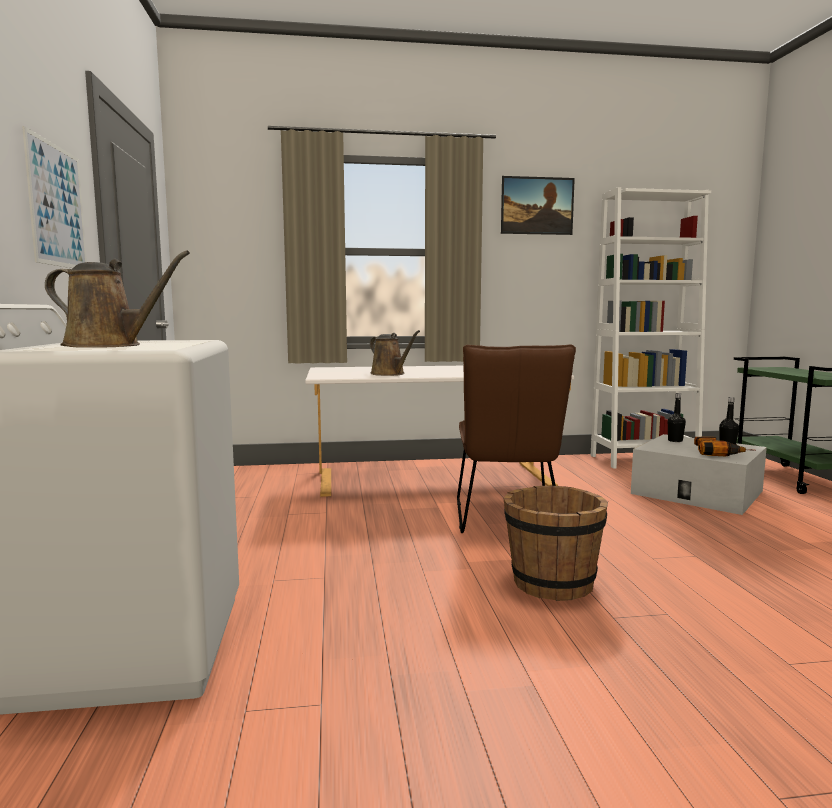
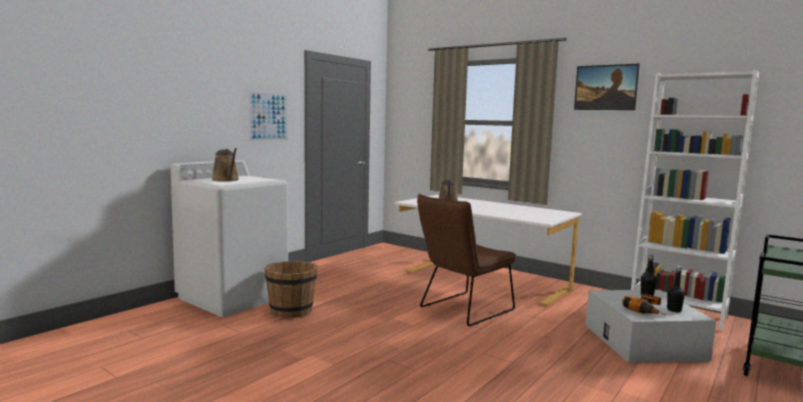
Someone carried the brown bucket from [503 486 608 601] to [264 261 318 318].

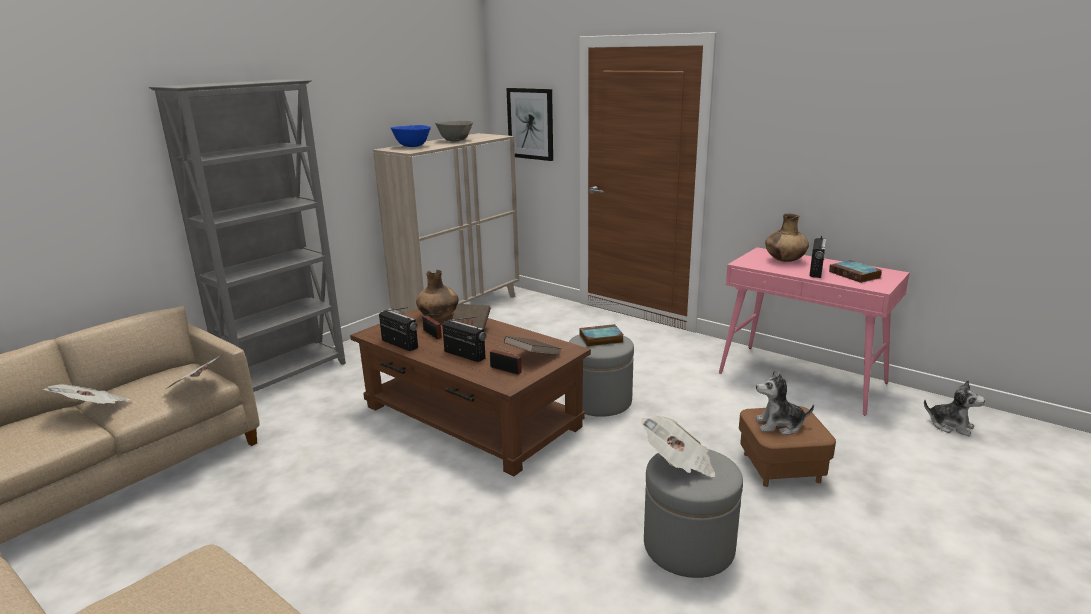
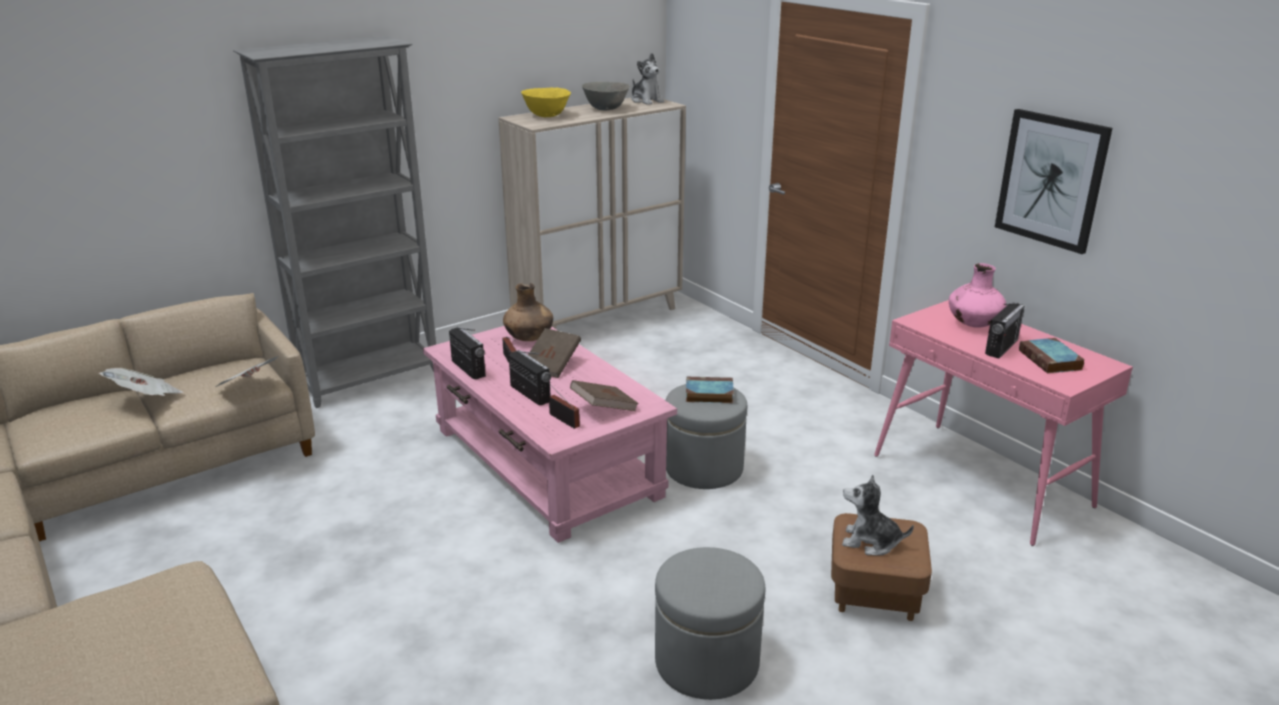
Someone repainted the brown coffee table at [350 309 591 476], which became the pink coffee table at [423 326 677 543]. Someone repainted the blue bowl at [391 125 431 147], which became the yellow bowl at [521 87 571 117]. Someone carried the plush toy from [924 380 985 436] to [631 53 665 105]. Someone repainted the brown vase at [765 214 809 262], which became the pink vase at [949 263 1007 328]. Someone carried the picture from [506 88 553 161] to [995 109 1112 254]. Someone took away the newspaper at [642 416 716 477].

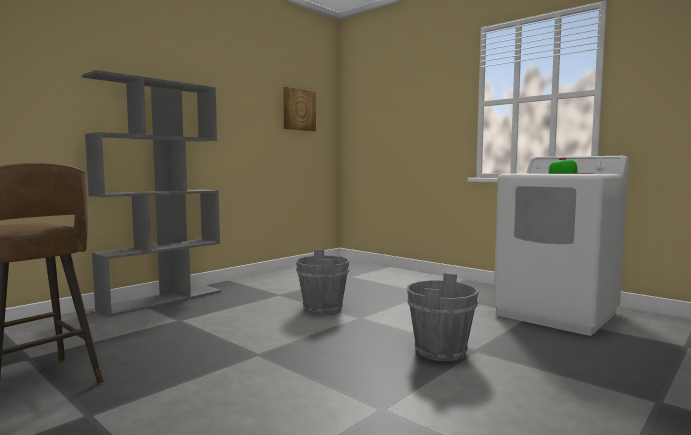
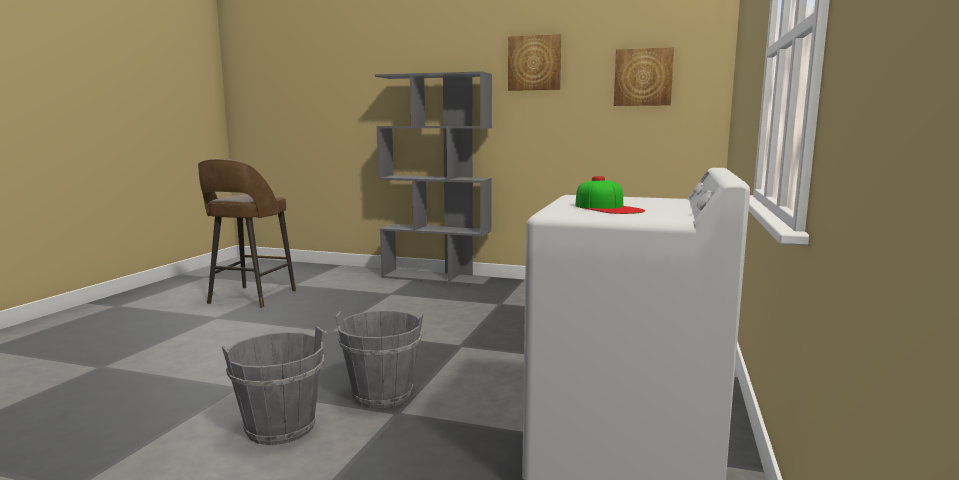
Someone carried the grey bucket from [296 250 350 314] to [222 326 325 445]. Someone put up the picture at [508 34 561 91].

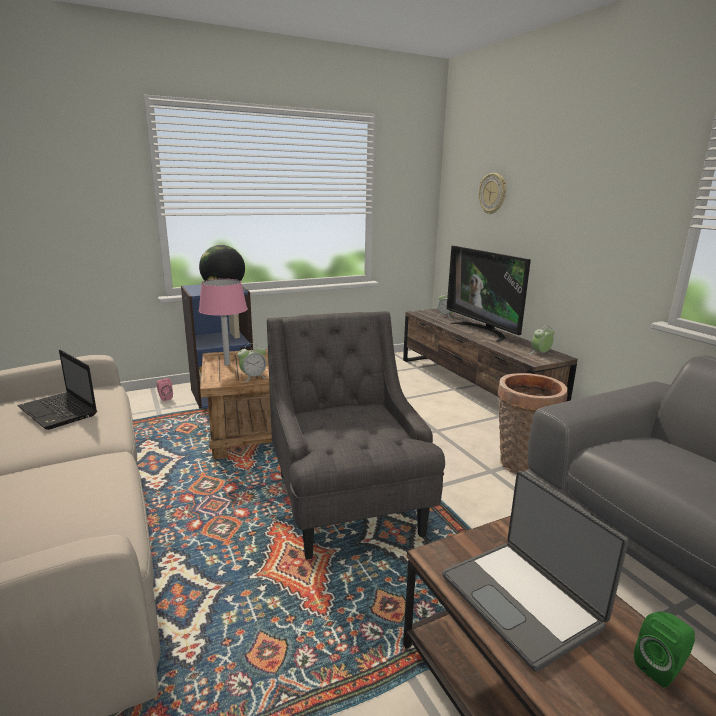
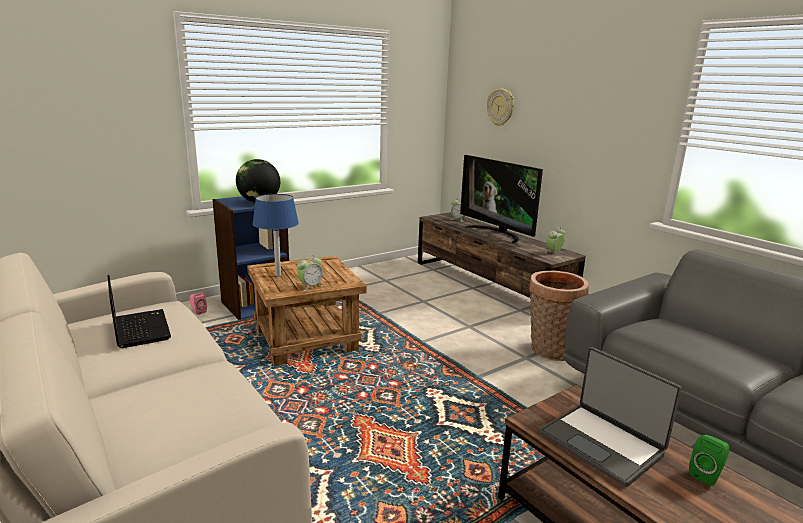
Someone rotated the laptop at [17 349 97 430] by 150 degrees counterclockwise. Someone repainted the pink table lamp at [199 279 248 366], which became the blue table lamp at [252 194 299 277]. Someone took away the grey armchair at [267 311 445 560].

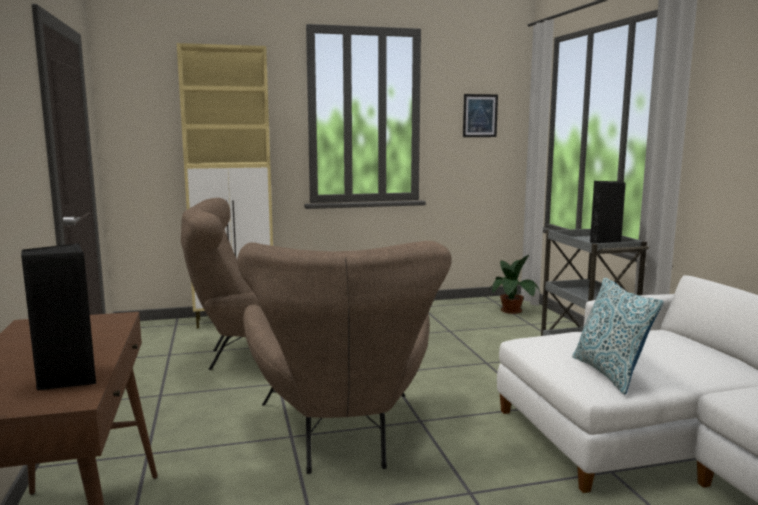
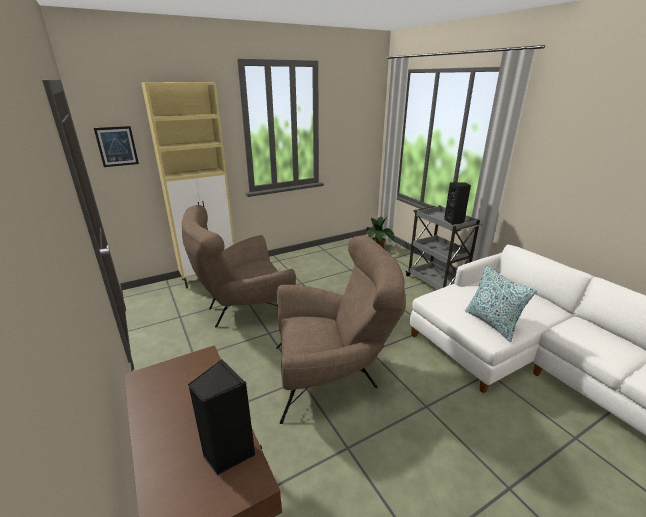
Someone carried the picture from [463 94 498 137] to [94 126 139 167]. Someone rotated the brown armchair at [237 241 452 474] by 75 degrees counterclockwise.

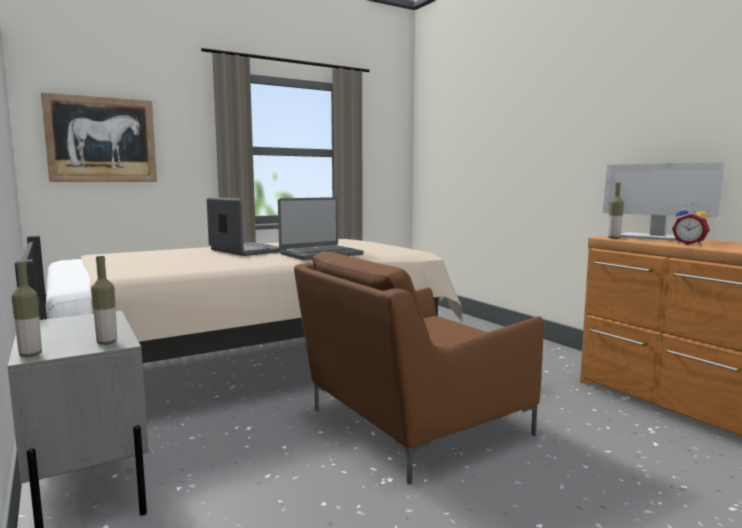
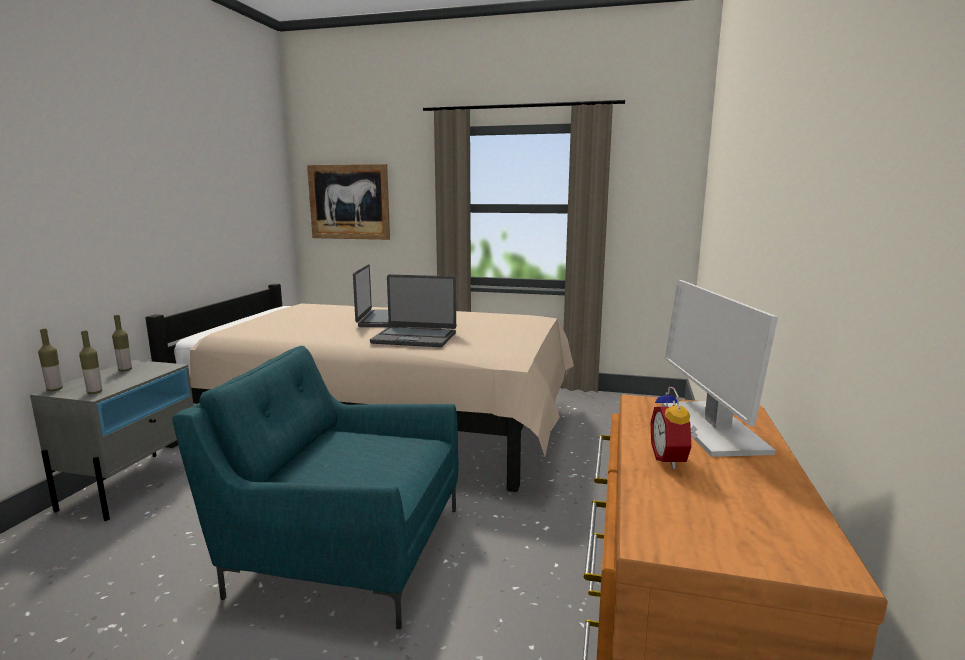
Someone carried the bottle from [608 183 624 239] to [112 315 132 371]. Someone repainted the brown armchair at [294 251 543 484], which became the turquoise armchair at [172 346 458 629].

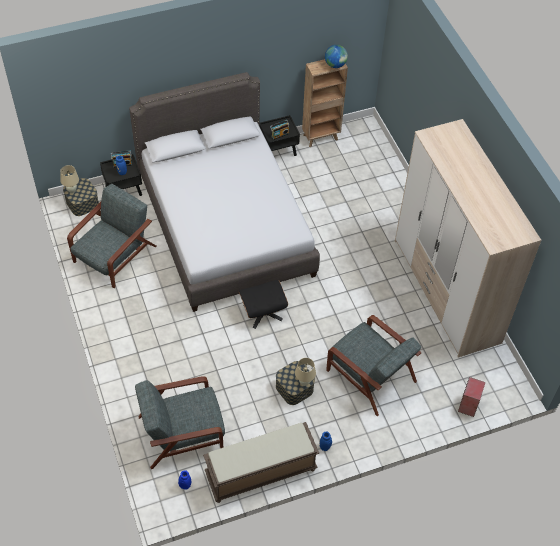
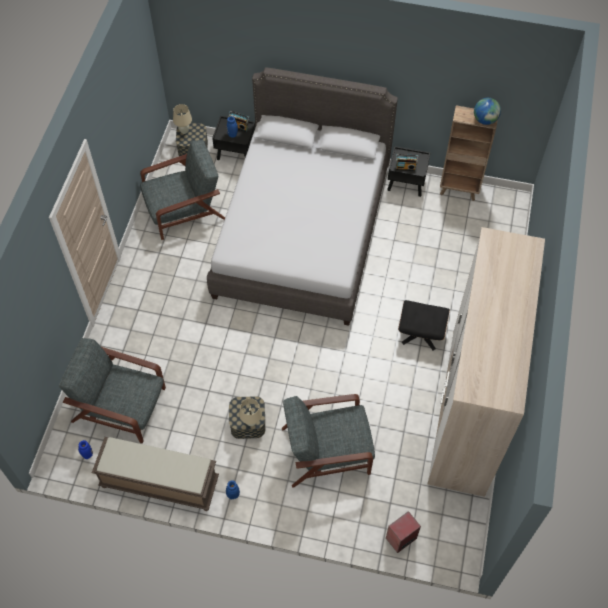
Someone rotated the grey armchair at [326 315 422 416] by 90 degrees clockwise. Someone carried the black ottoman from [239 280 288 329] to [398 300 450 351].

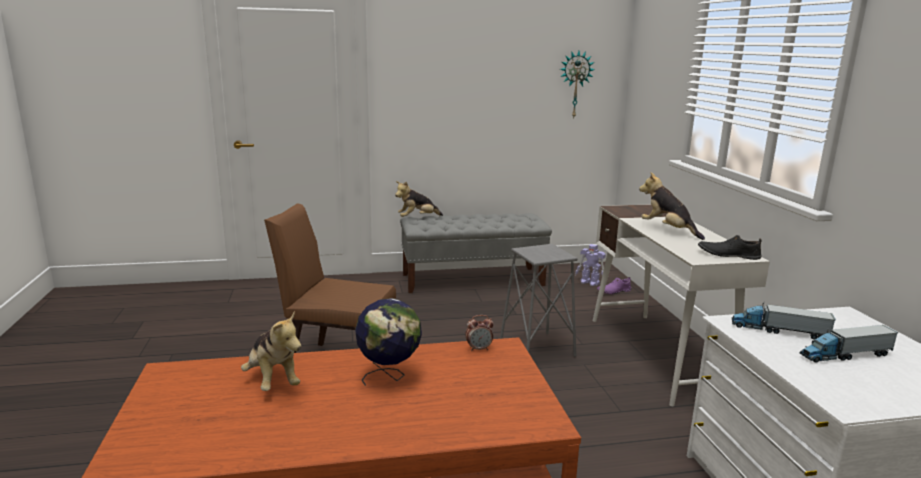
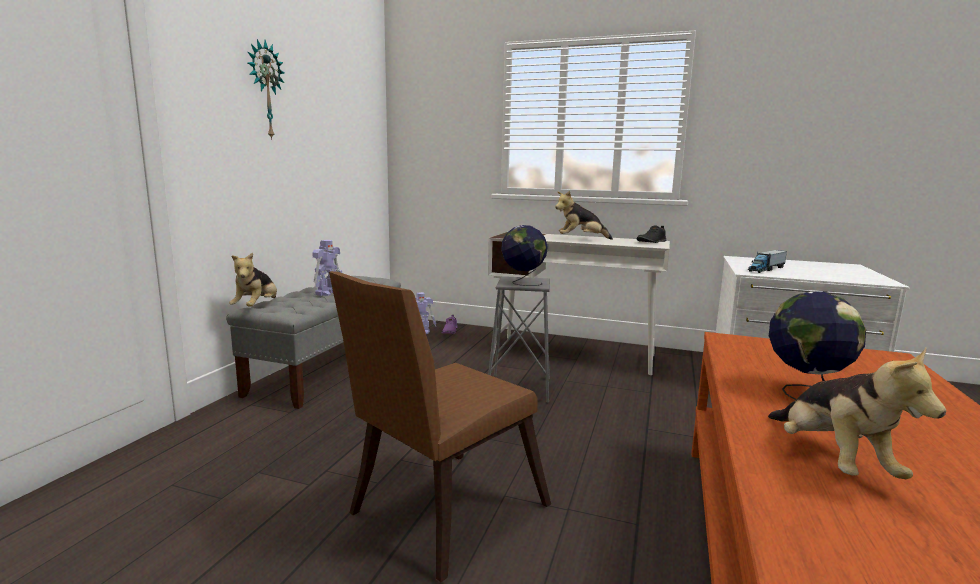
Someone carried the wall clock from [560 51 595 119] to [248 39 284 140]. Someone put down the toy robot at [312 240 342 296]. Someone put down the globe at [501 225 548 286]. Someone rotated the plush toy at [241 311 301 391] by 90 degrees clockwise. Someone took away the alarm clock at [465 315 493 351]. Someone took away the toy truck at [800 325 898 363].

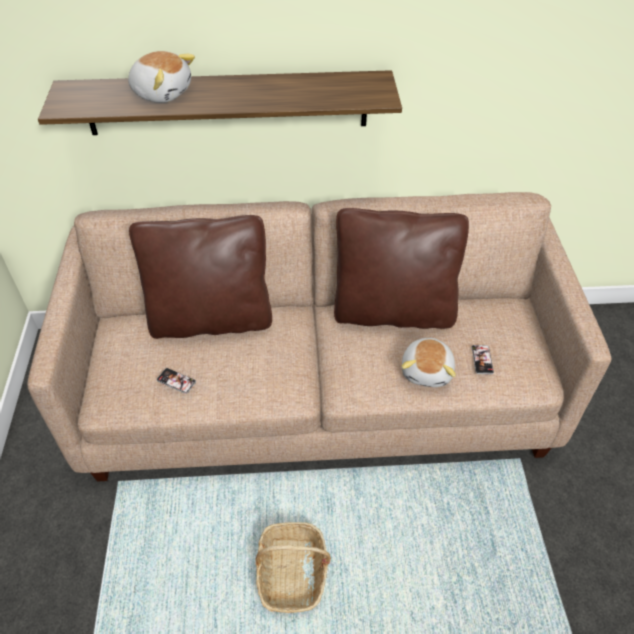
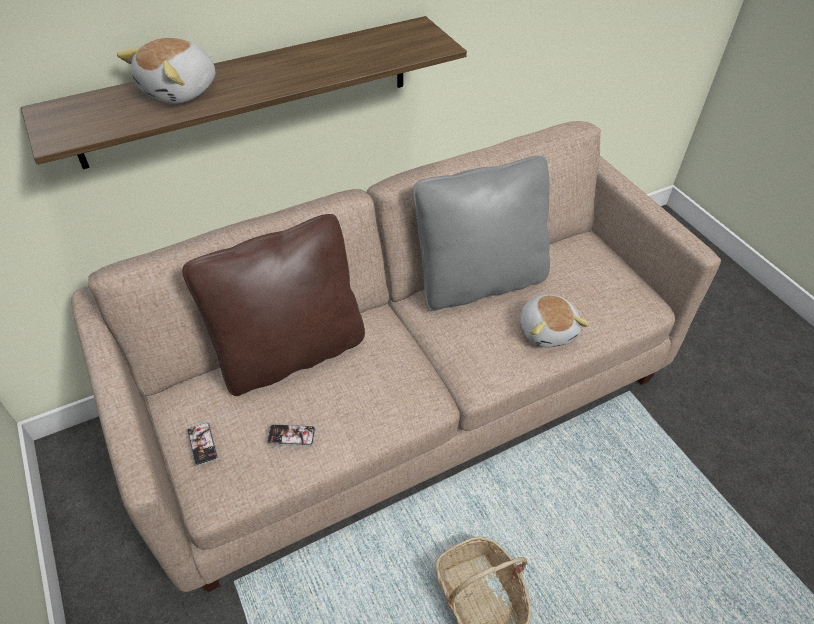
Someone rotated the plush toy at [128 51 195 103] by 120 degrees clockwise. Someone carried the phone from [471 345 494 375] to [187 423 218 466]. Someone repainted the brown pillow at [334 208 469 329], which became the grey pillow at [412 156 550 311].

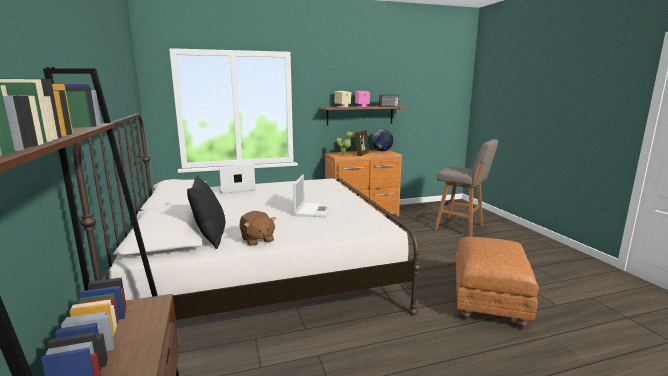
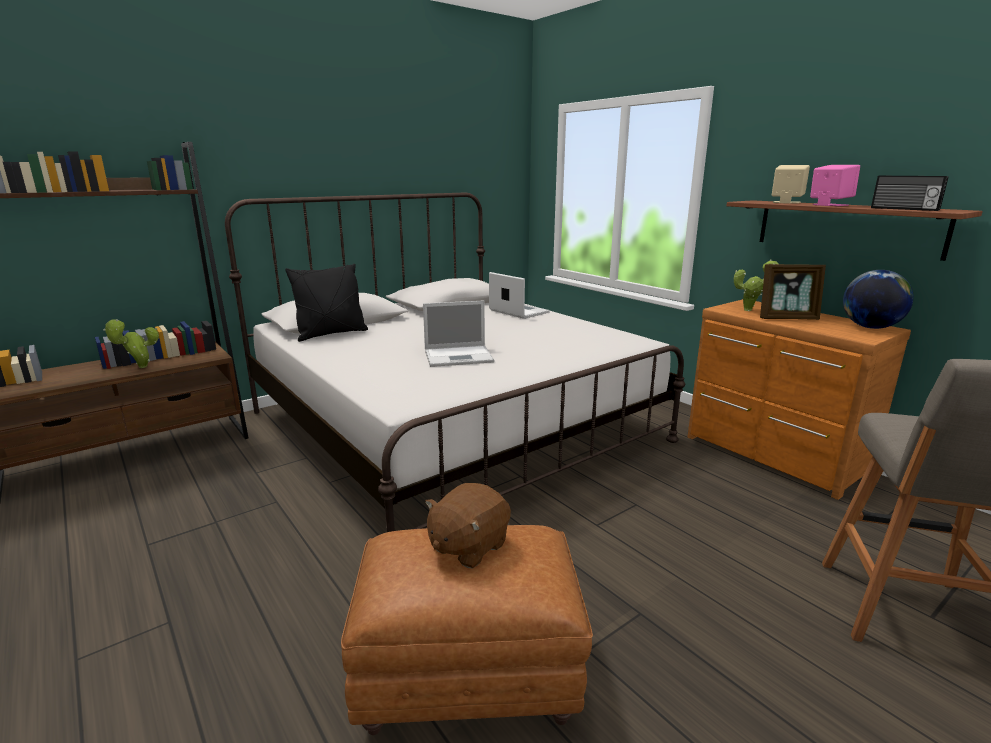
Someone put down the potted plant at [103 319 159 368]. Someone carried the brown plush toy from [239 211 276 246] to [425 483 511 568].

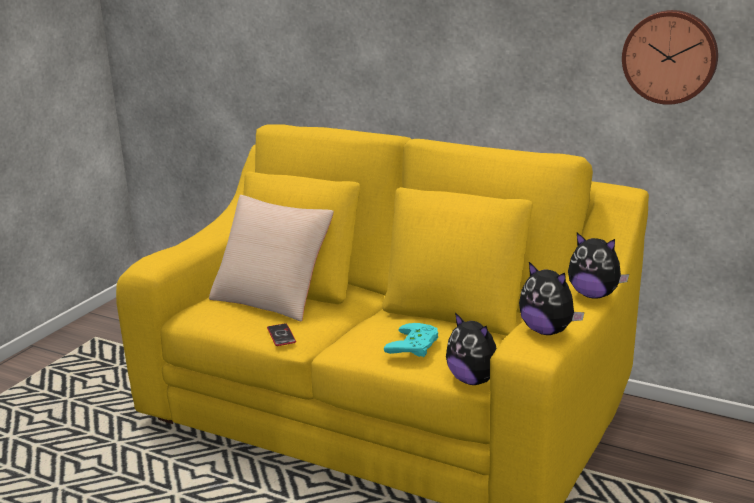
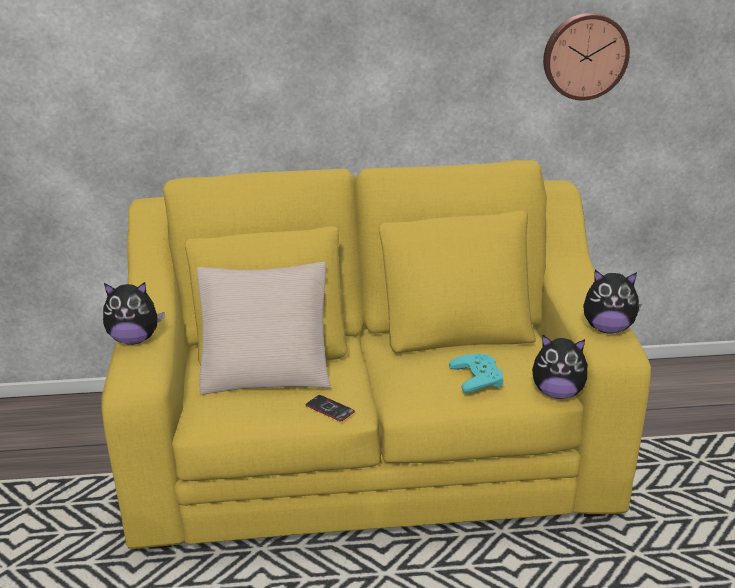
Someone carried the plush toy from [568 233 629 299] to [103 282 165 345].

